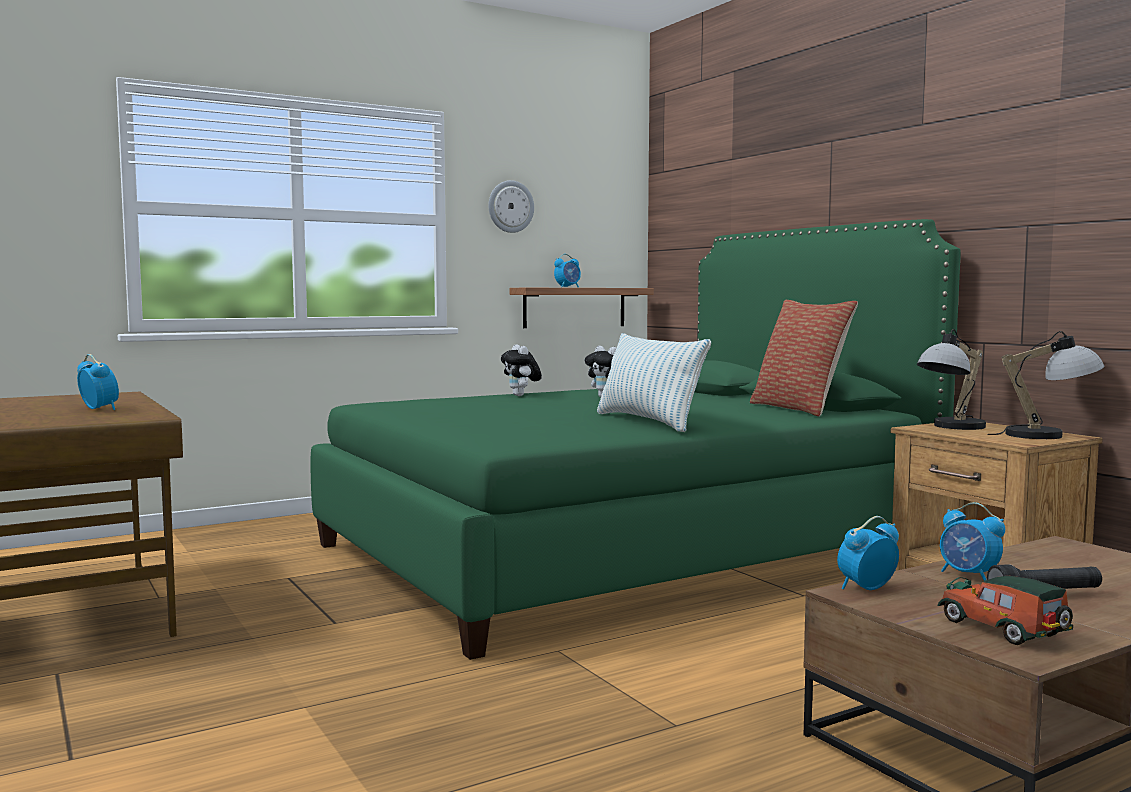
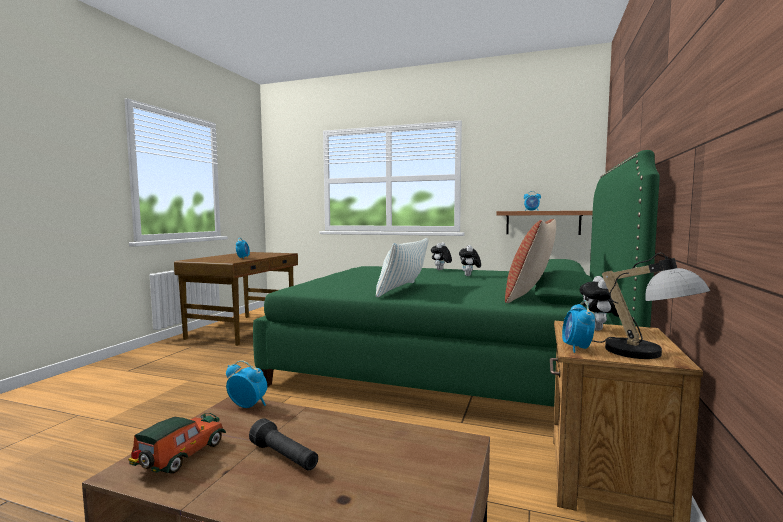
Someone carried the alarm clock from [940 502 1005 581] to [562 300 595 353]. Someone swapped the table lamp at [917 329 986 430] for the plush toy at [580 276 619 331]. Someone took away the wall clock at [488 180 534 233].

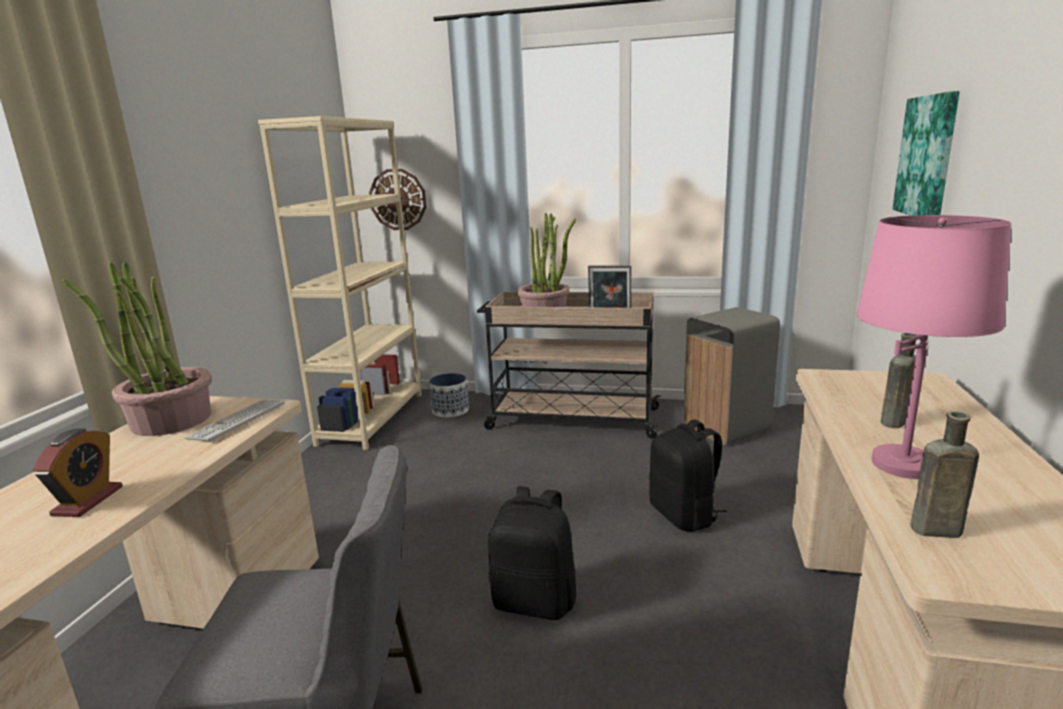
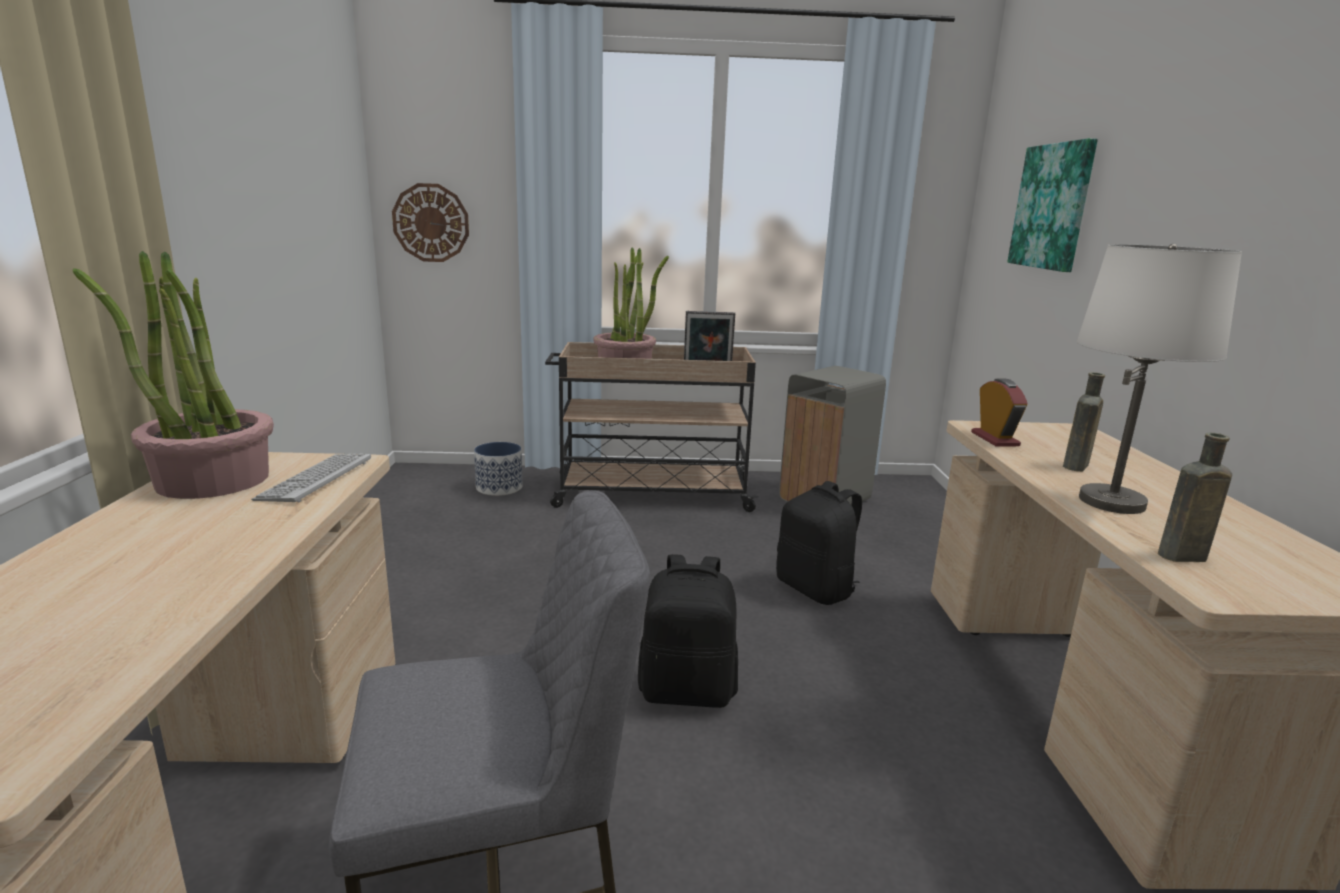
Someone carried the alarm clock from [32 428 122 517] to [971 379 1028 447]. Someone repainted the pink table lamp at [857 215 1012 479], which became the white table lamp at [1077 244 1242 514]. Someone took away the beige bookcase at [258 116 422 450].

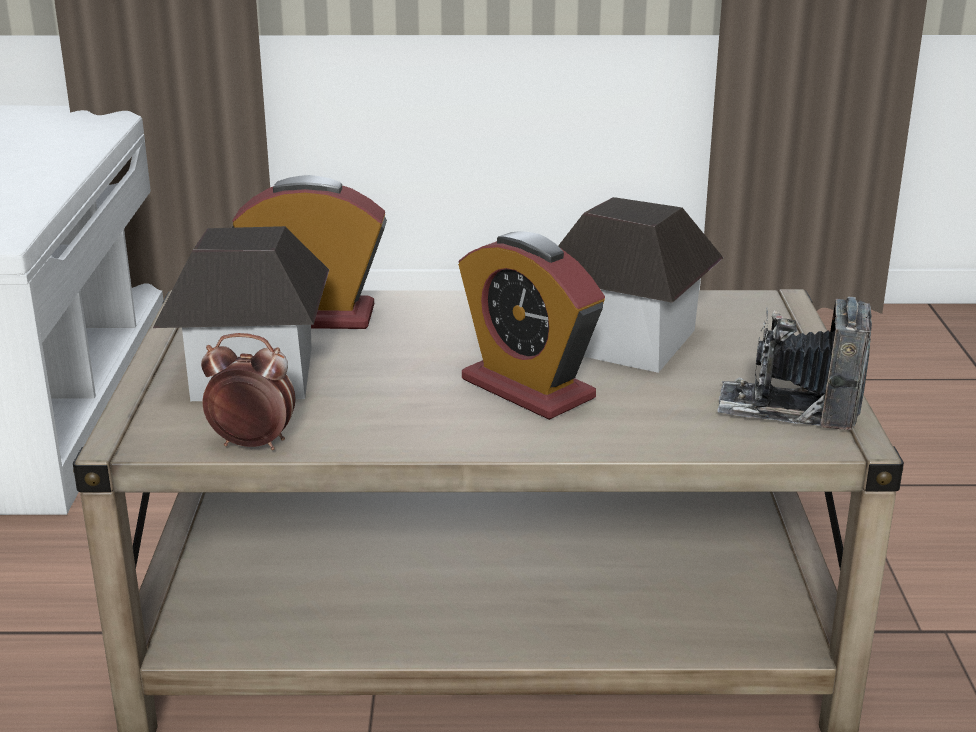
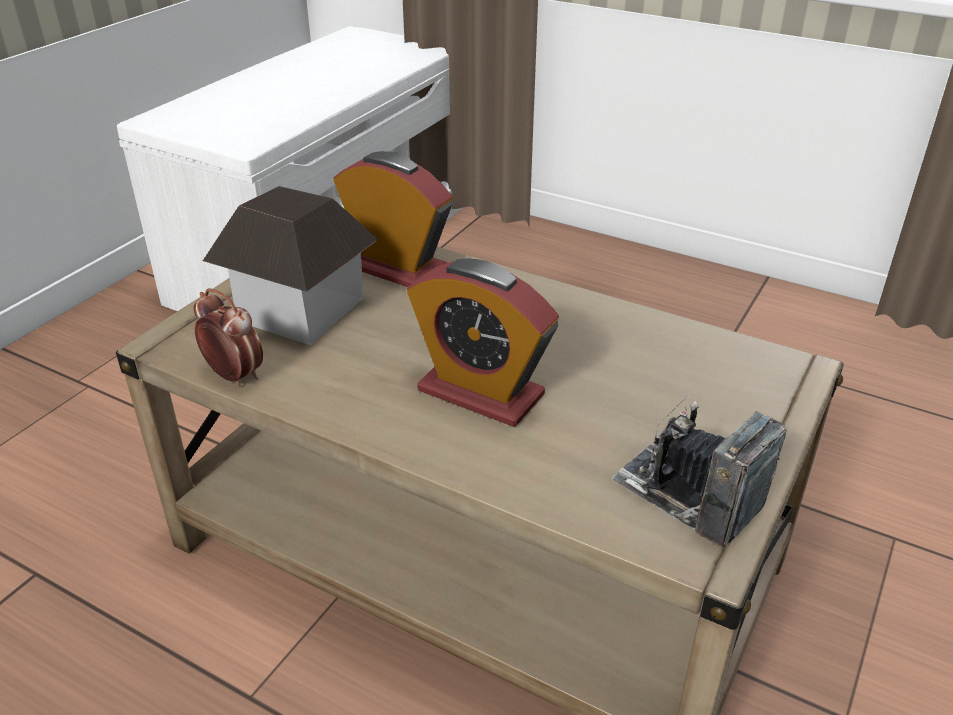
Someone rotated the alarm clock at [458 231 605 420] by 45 degrees counterclockwise. Someone took away the toy house at [558 197 723 373].

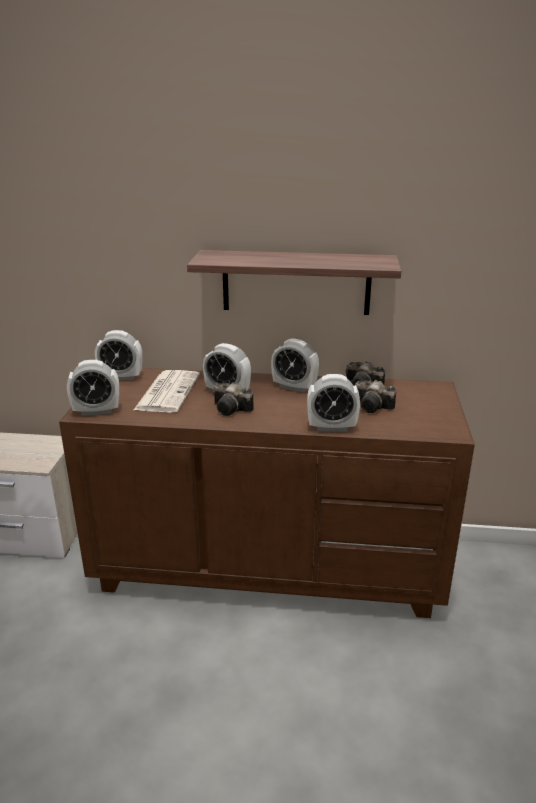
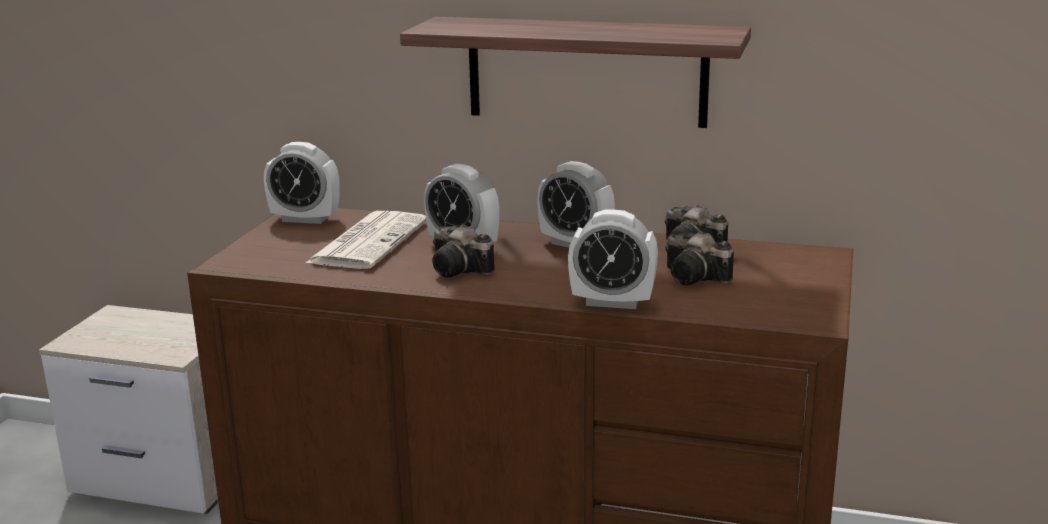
Someone took away the alarm clock at [67 360 119 416].

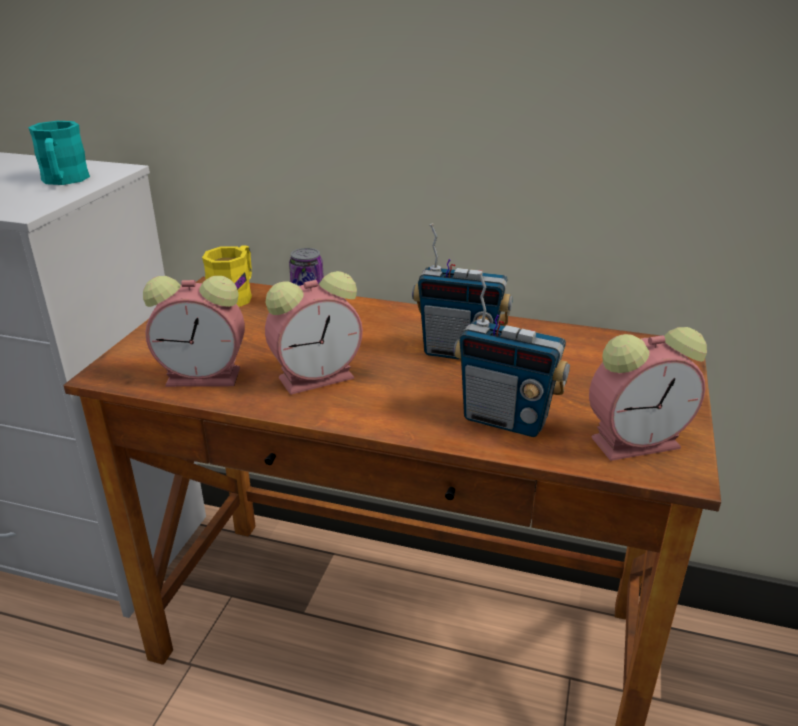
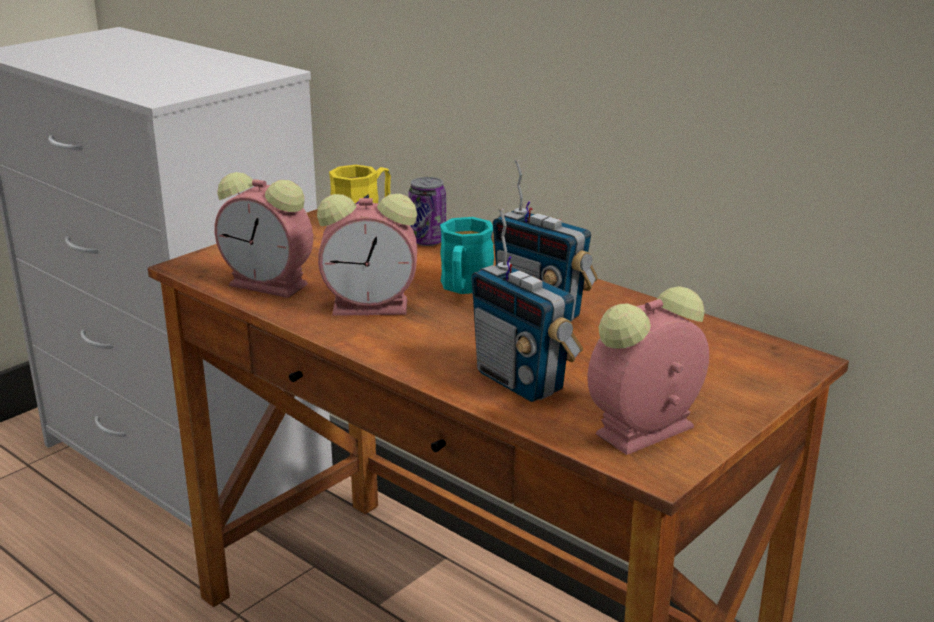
Someone carried the turquoise mug from [28 121 90 185] to [440 217 494 294]. Someone rotated the alarm clock at [589 327 707 461] by 135 degrees clockwise.

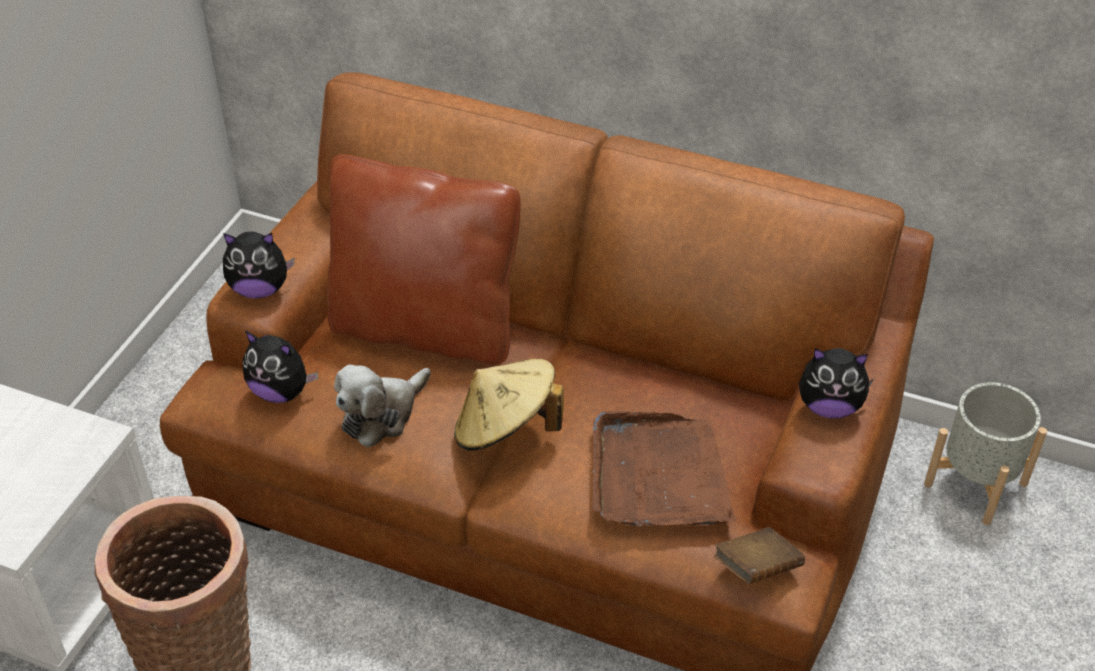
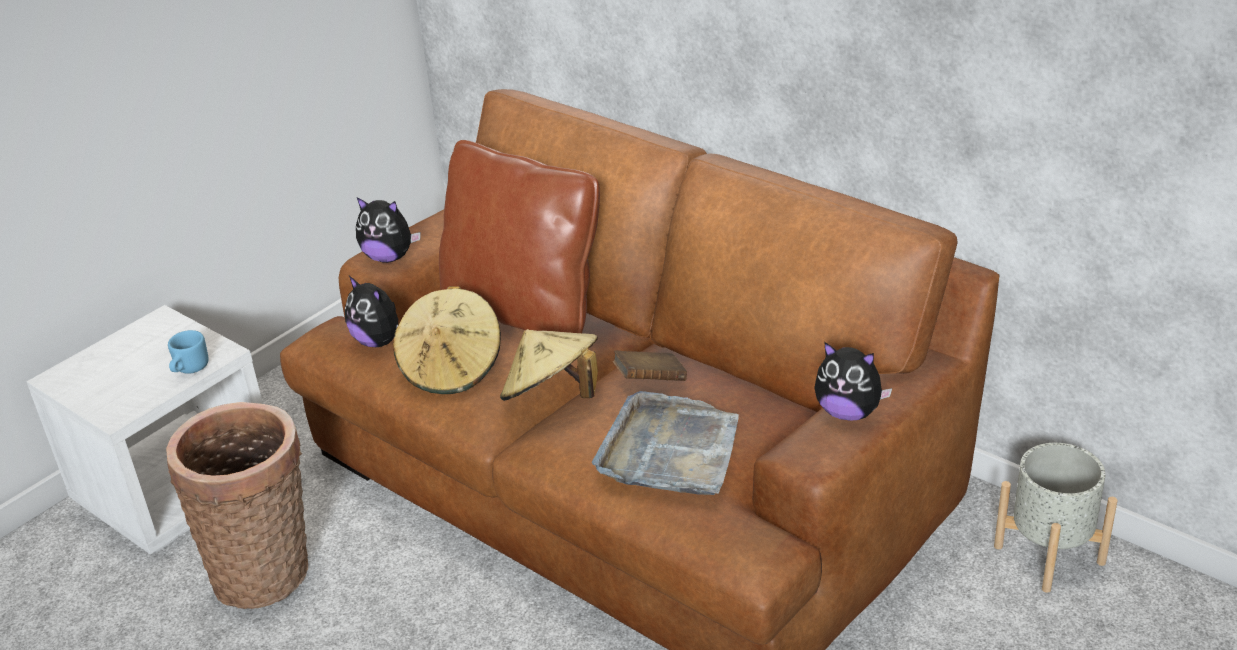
Someone put down the blue mug at [168 330 208 374]. Someone swapped the plush toy at [334 364 431 448] for the beige hat at [393 286 501 394]. Someone repainted the brown tray at [593 411 736 526], which became the grey tray at [592 391 739 495]. Someone carried the brown book from [714 527 805 584] to [613 351 687 381].

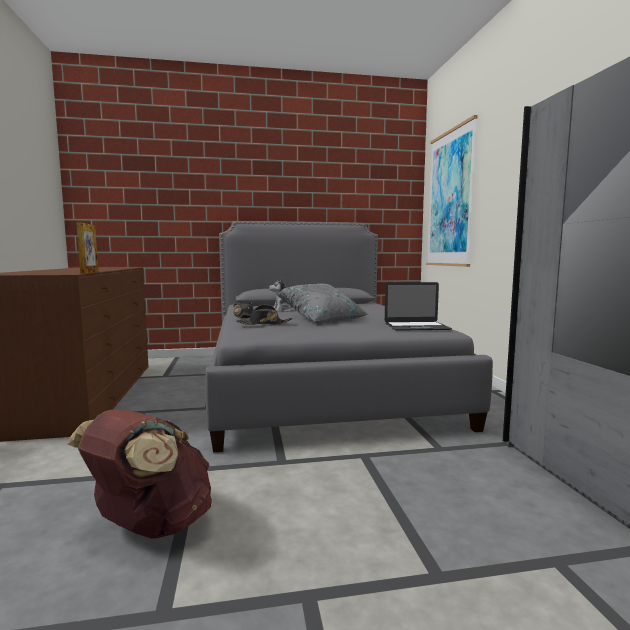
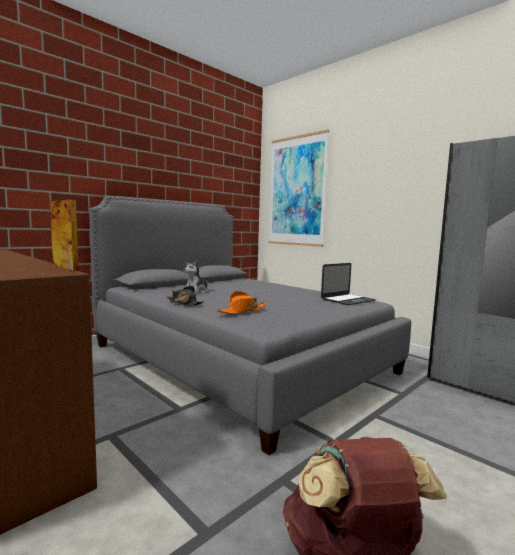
Someone repainted the black hat at [236 304 292 325], which became the orange hat at [216 291 267 314]. Someone took away the grey pillow at [277 284 368 323].

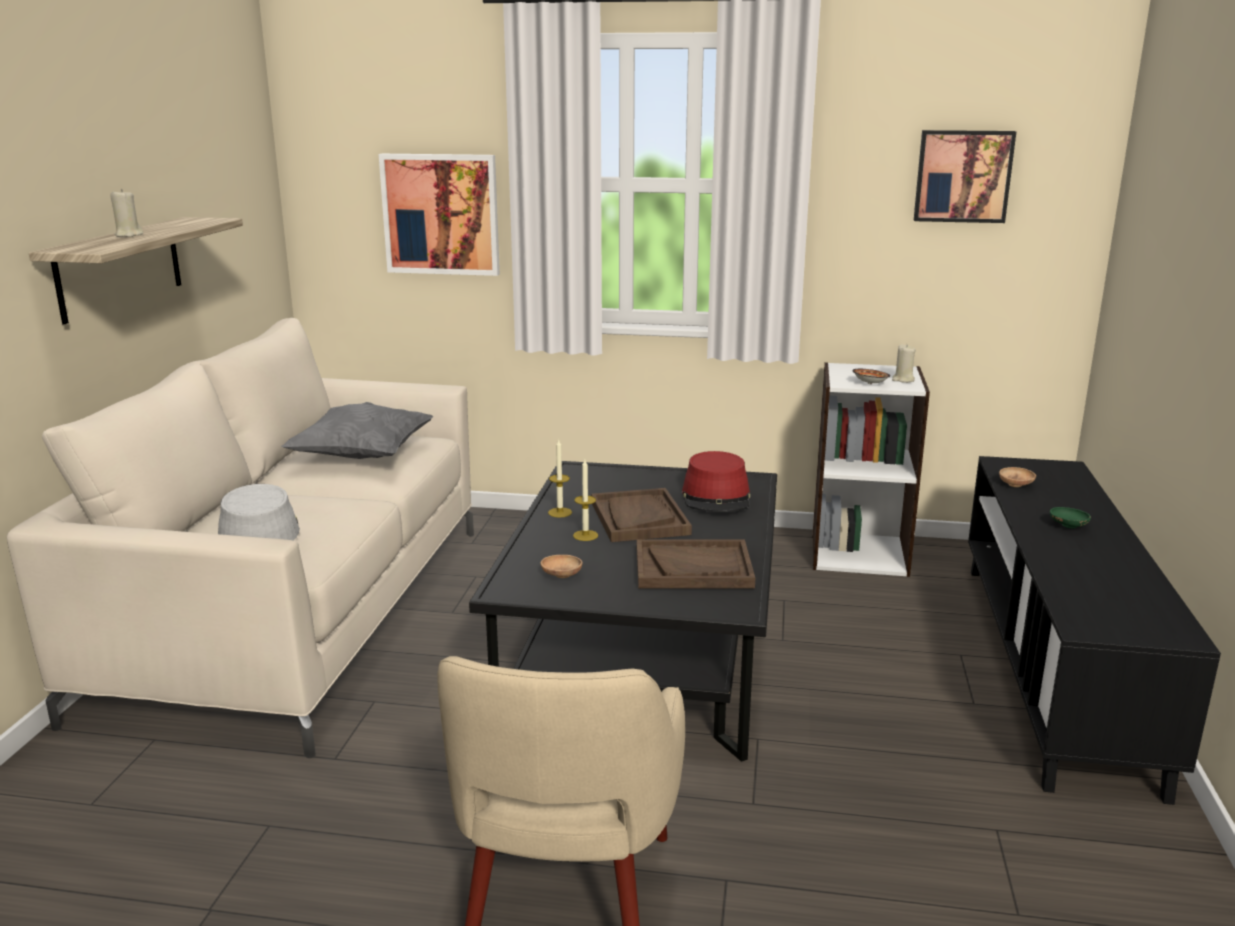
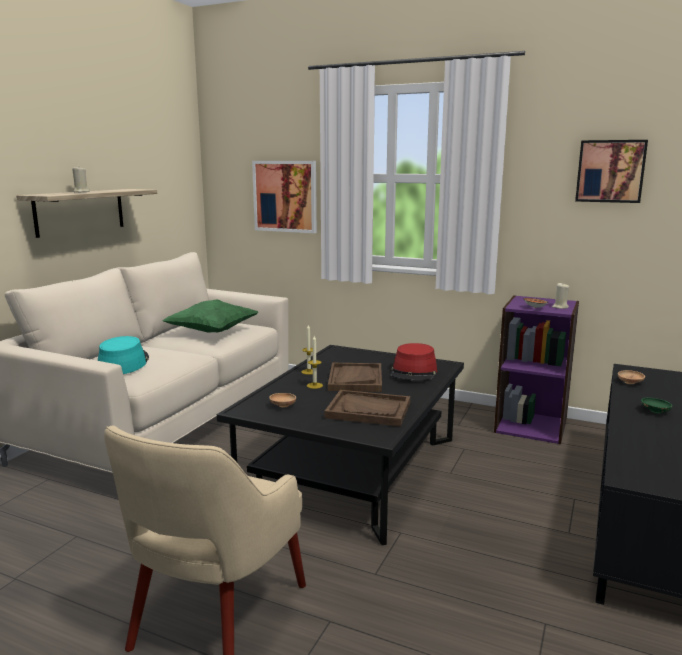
Someone repainted the grey hat at [218 484 300 541], which became the turquoise hat at [98 336 149 374]. Someone repainted the grey pillow at [281 402 433 459], which became the green pillow at [162 299 258 333]. Someone repainted the white bookcase at [812 362 930 577], which became the purple bookcase at [494 295 579 444].

